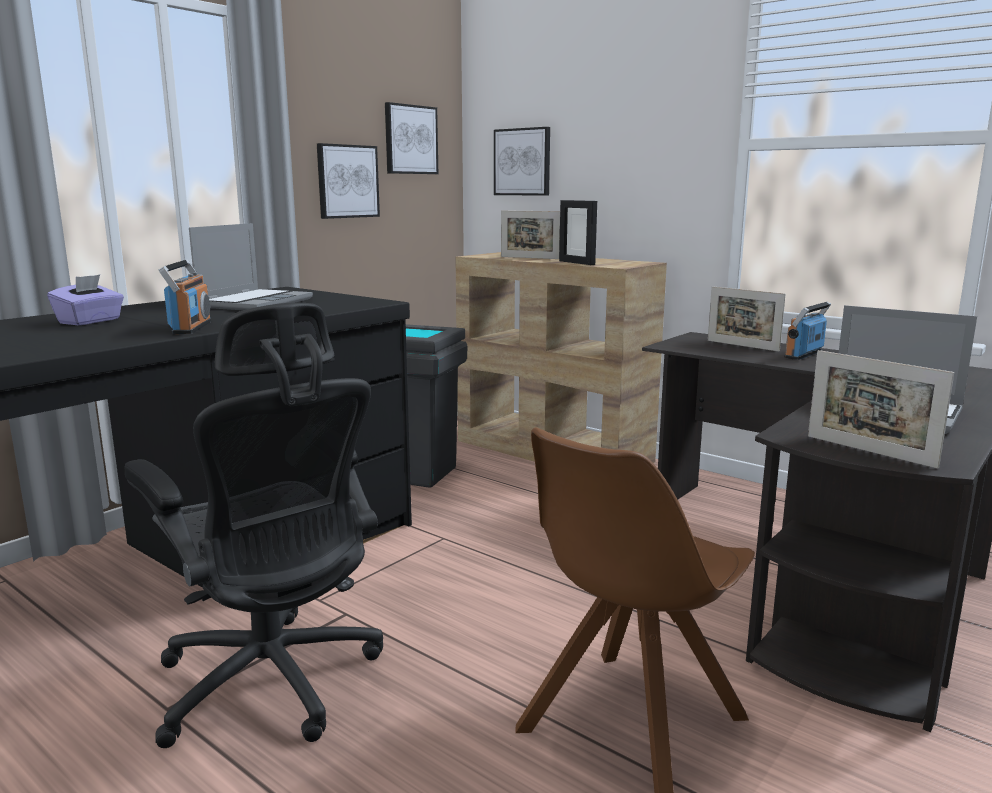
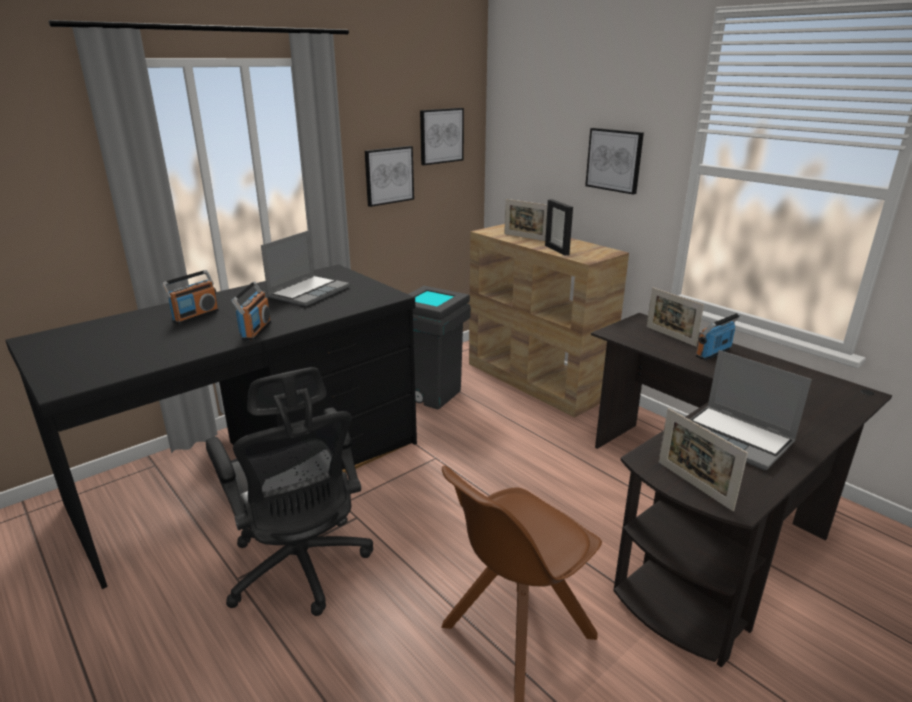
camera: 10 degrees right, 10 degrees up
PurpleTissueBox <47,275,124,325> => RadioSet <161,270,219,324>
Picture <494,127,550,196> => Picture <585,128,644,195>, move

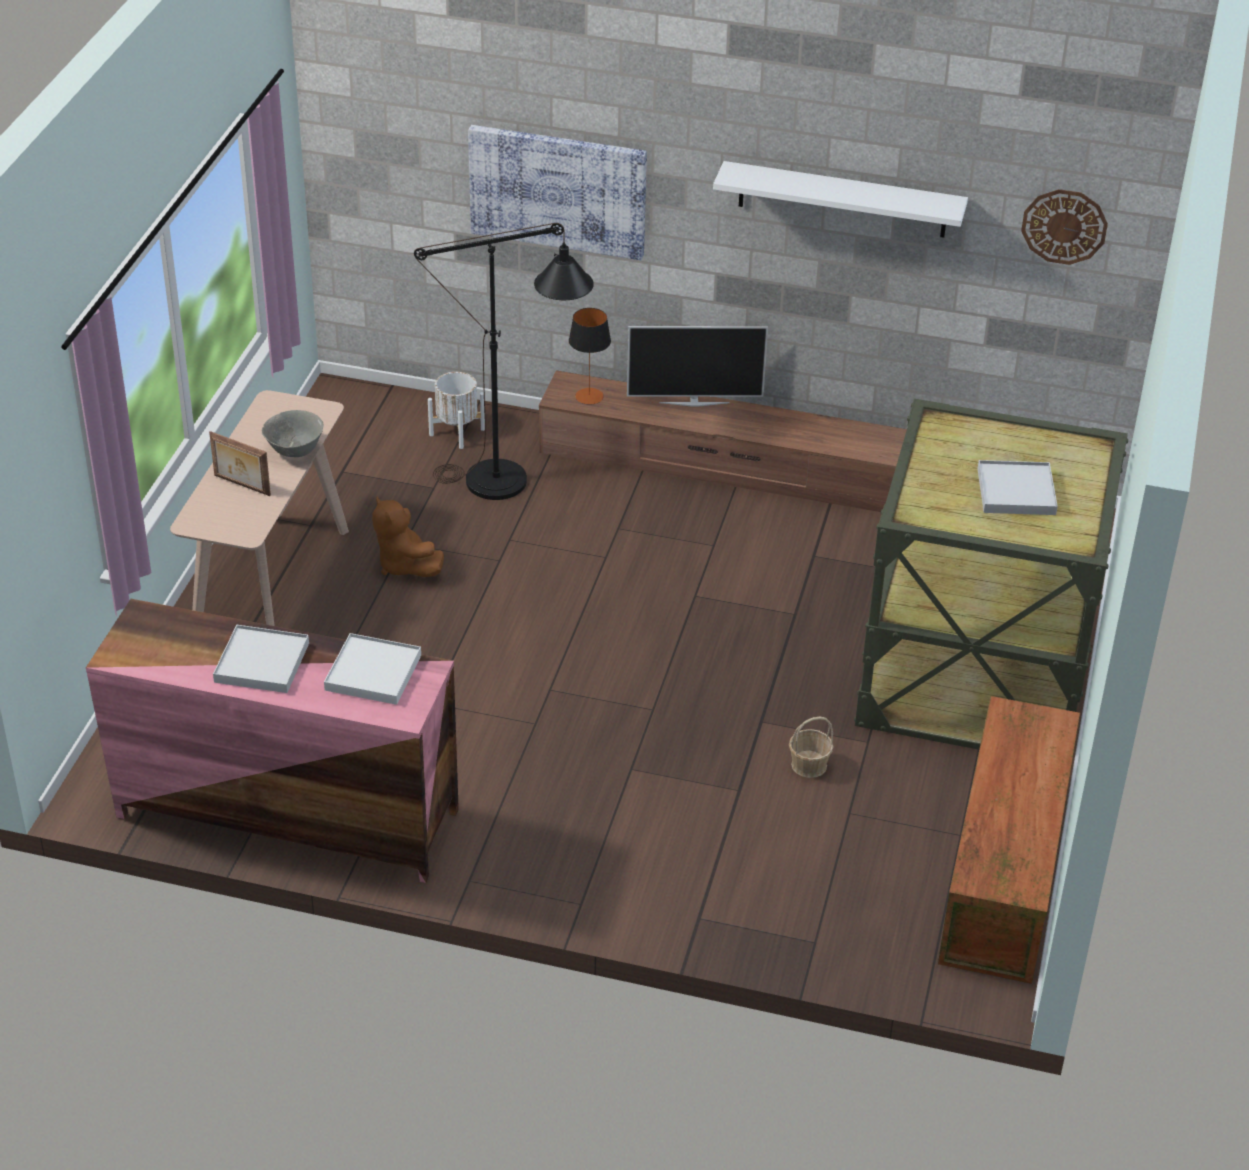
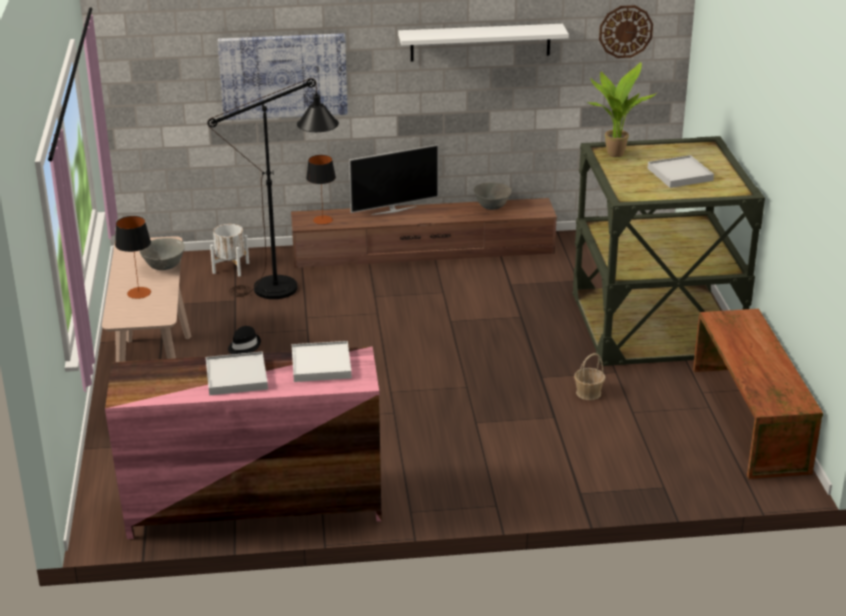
camera: 20 degrees left, 10 degrees down
PictureFrame <209,431,271,496> => TabletopLamp <115,216,151,299>
BrownSoftToy <372,497,444,577> => BlackishHat <228,326,261,354>
nothing => GreyServingBowl <474,182,512,210>
nothing => PlantInAPot <586,62,657,157>

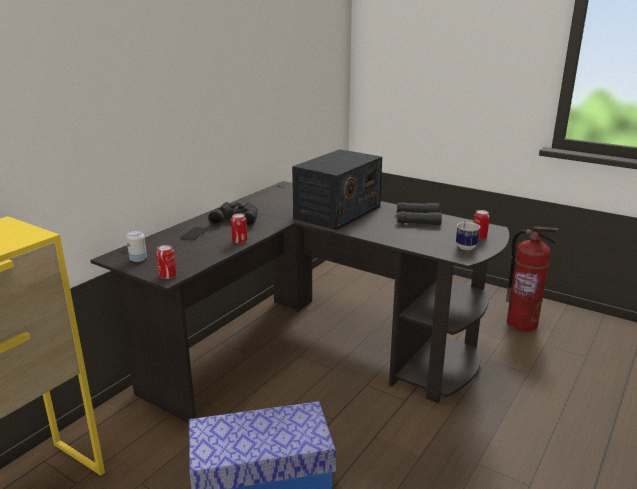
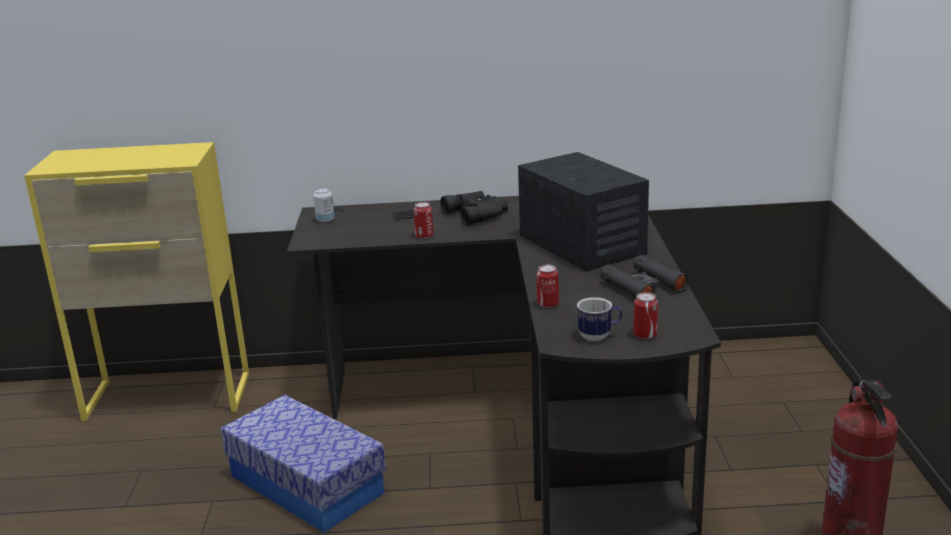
camera: 55 degrees right, 0 degrees up
SealedCan <156,245,177,279> => SealedCan <537,265,559,308>, move
RadioSet <292,149,382,230> => RadioSet <518,152,649,272>, 120 degrees counterclockwise

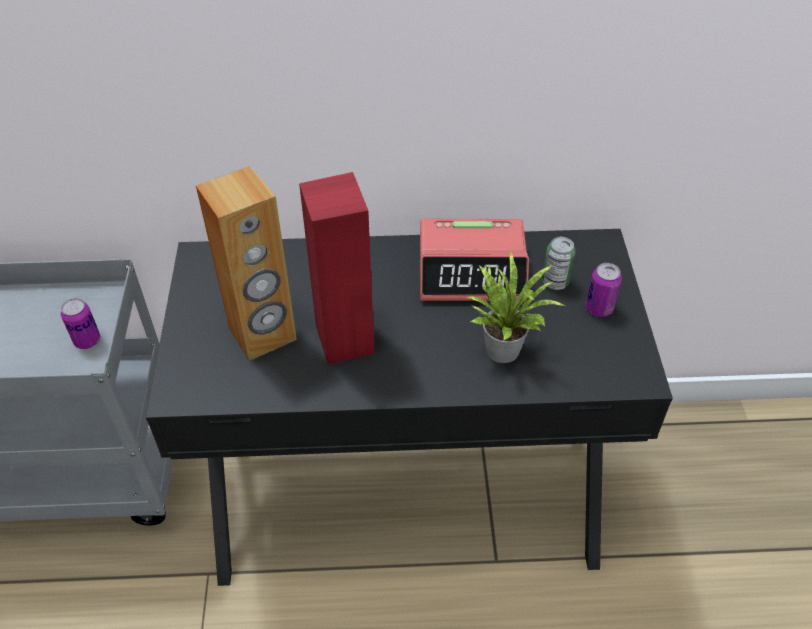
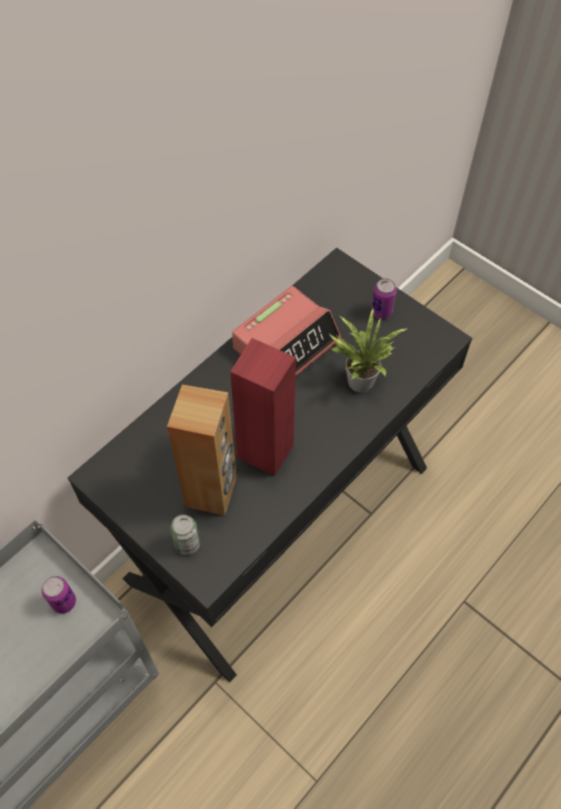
camera: 45 degrees left, 10 degrees up
SealedCan <542,237,576,290> => SealedCan <170,515,200,555>, move

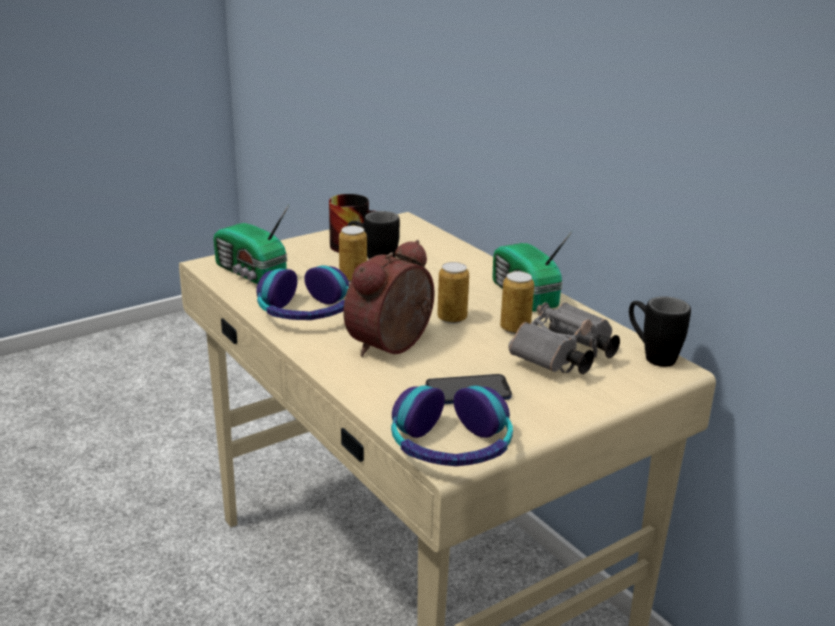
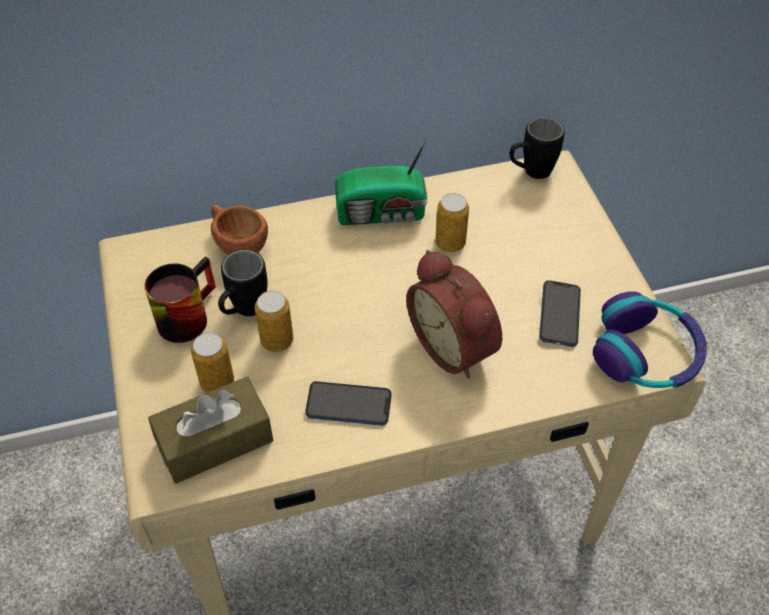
camera: 70 degrees left, 25 degrees up
RadioSet <213,205,289,284> => BrownTissueBox <148,377,273,484>
Headset <256,265,349,320> => Telephone <305,381,392,426>
SealedCan <437,262,469,324> => SealedCan <191,332,234,392>, move
GreyPairOfBinoculars <509,302,620,374> => nothing
nothing => BrownCup <211,205,268,255>

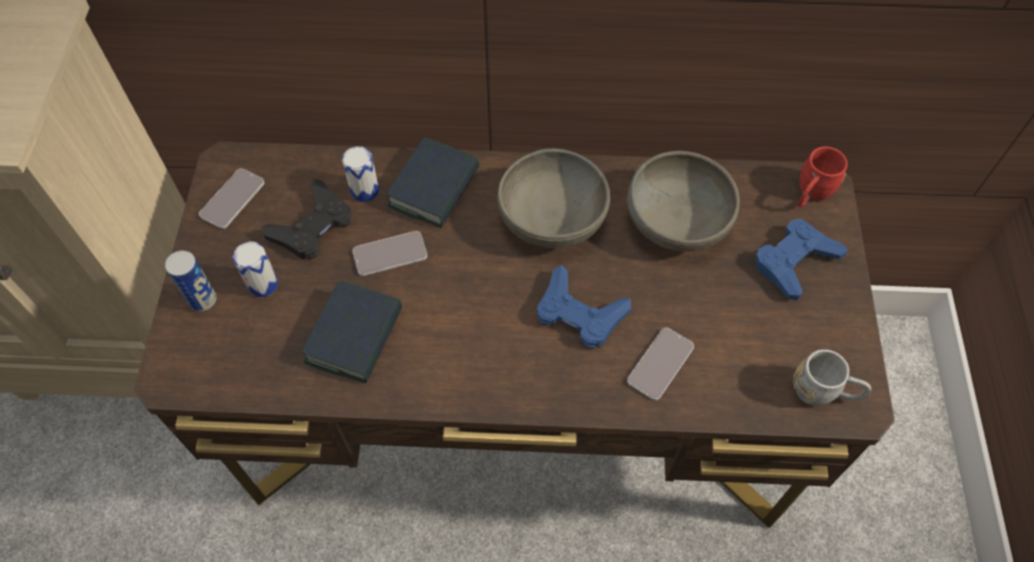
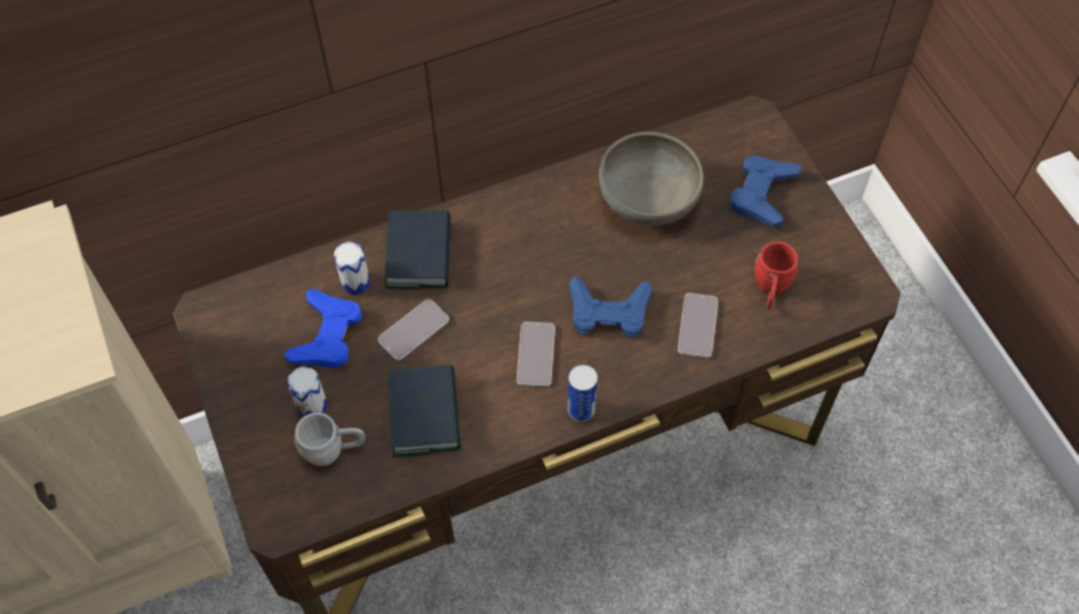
camera: 25 degrees left, 0 degrees up
SealedCan <165,250,217,312> => SealedCan <568,365,598,422>, move
Telephone <199,168,265,229> => Telephone <517,322,555,387>, move
BlackishGamepad <261,179,352,260> => BlueGamepad <284,289,362,369>
GreyServingBowl <497,148,610,248> => nothing
GreyTeaMug <793,349,871,406> => GreyTeaMug <294,412,365,466>, move
RedColouredTeaMug <798,146,848,208> => RedColouredTeaMug <755,242,798,309>, move

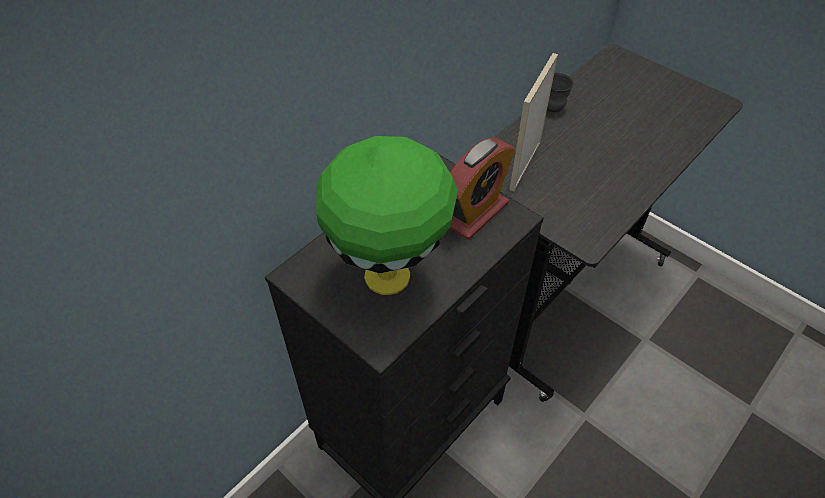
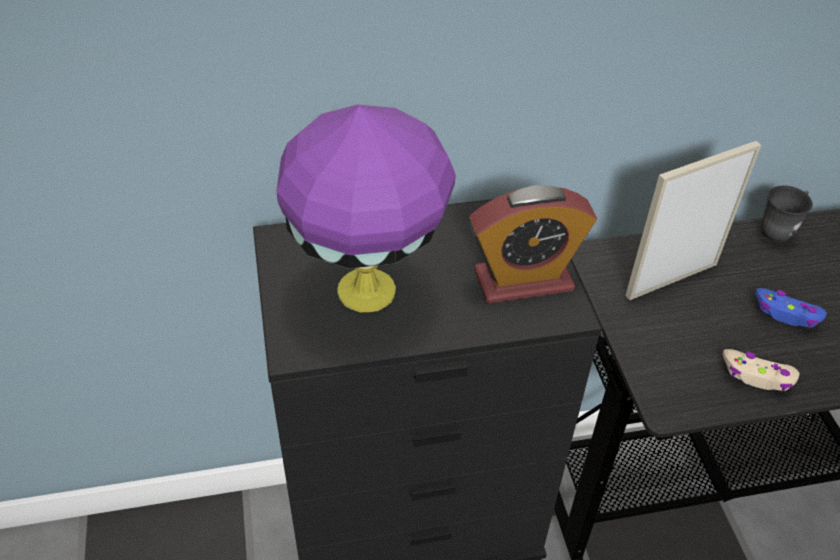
camera: 35 degrees right, 5 degrees down
GreenTabletopLamp <317,136,458,295> => PurpleTabletopLamp <277,105,456,312>
nothing => SandColouredGamepad <723,349,800,391>
nothing => BlueGamepad <755,288,827,327>

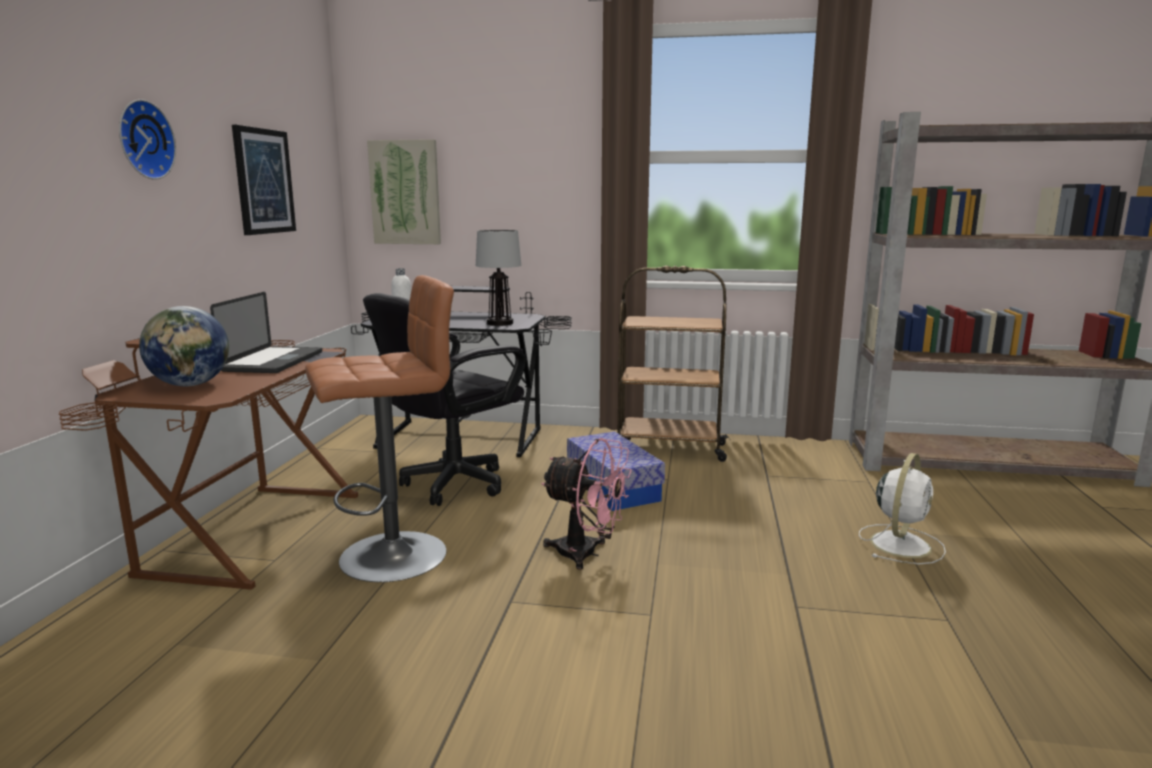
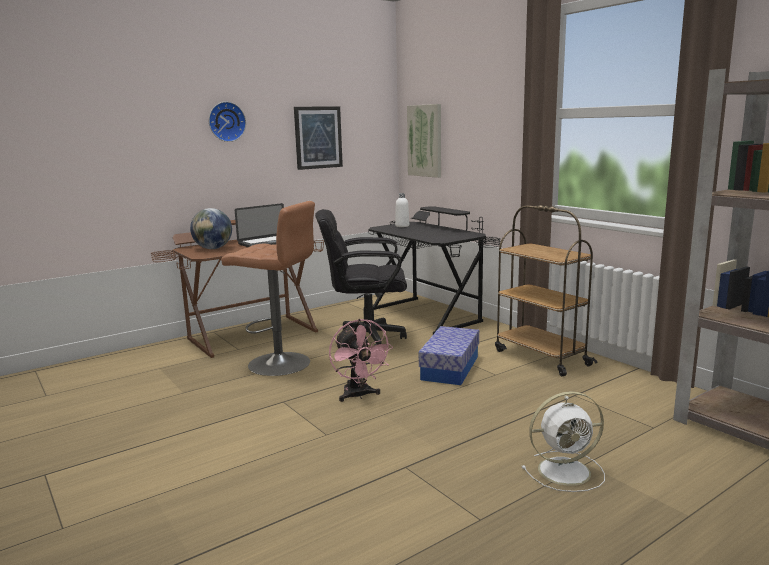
camera: 45 degrees right, 0 degrees up
TabletopLamp <476,230,521,326> => nothing

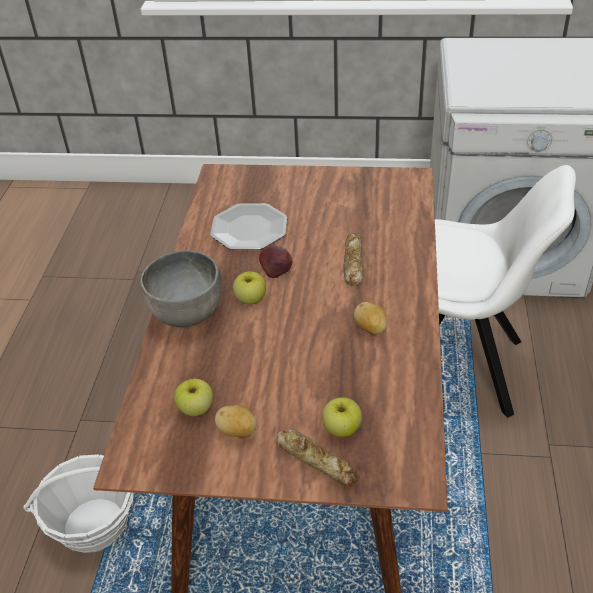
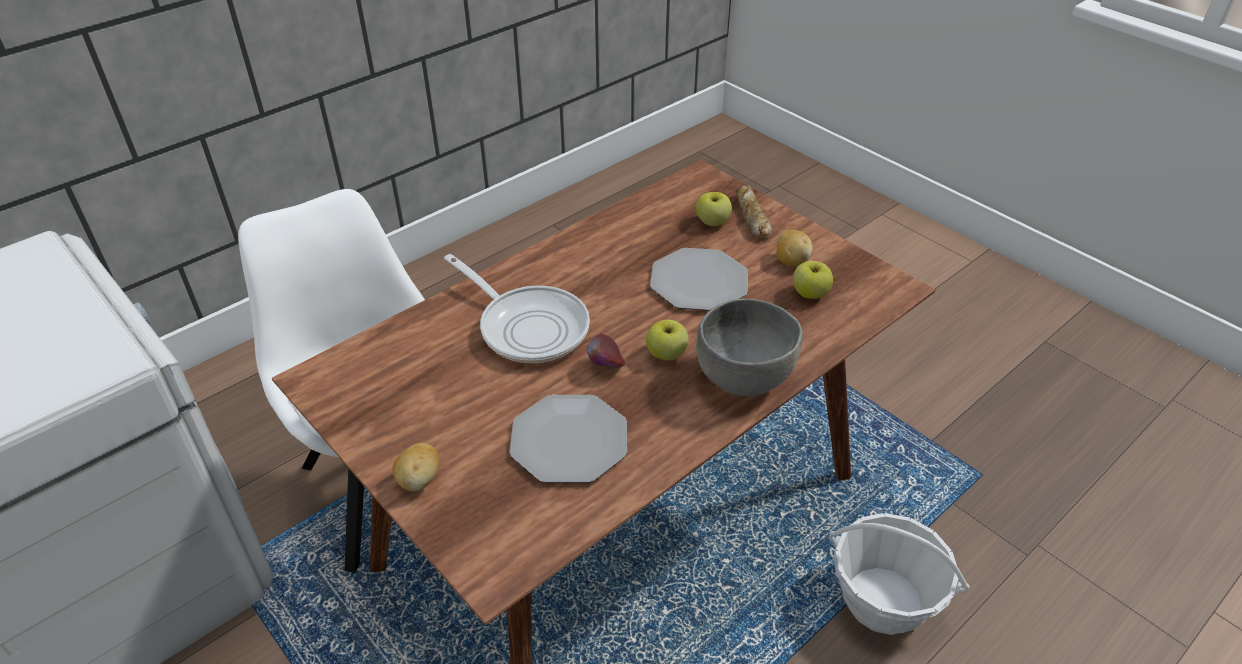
camera: 140 degrees left, 0 degrees up
BakedBread <343,233,364,286> => FryingPan <444,254,590,363>
Spud <354,302,387,335> => Spud <392,443,439,492>, move
nothing => DinnerPlate <650,248,748,311>

